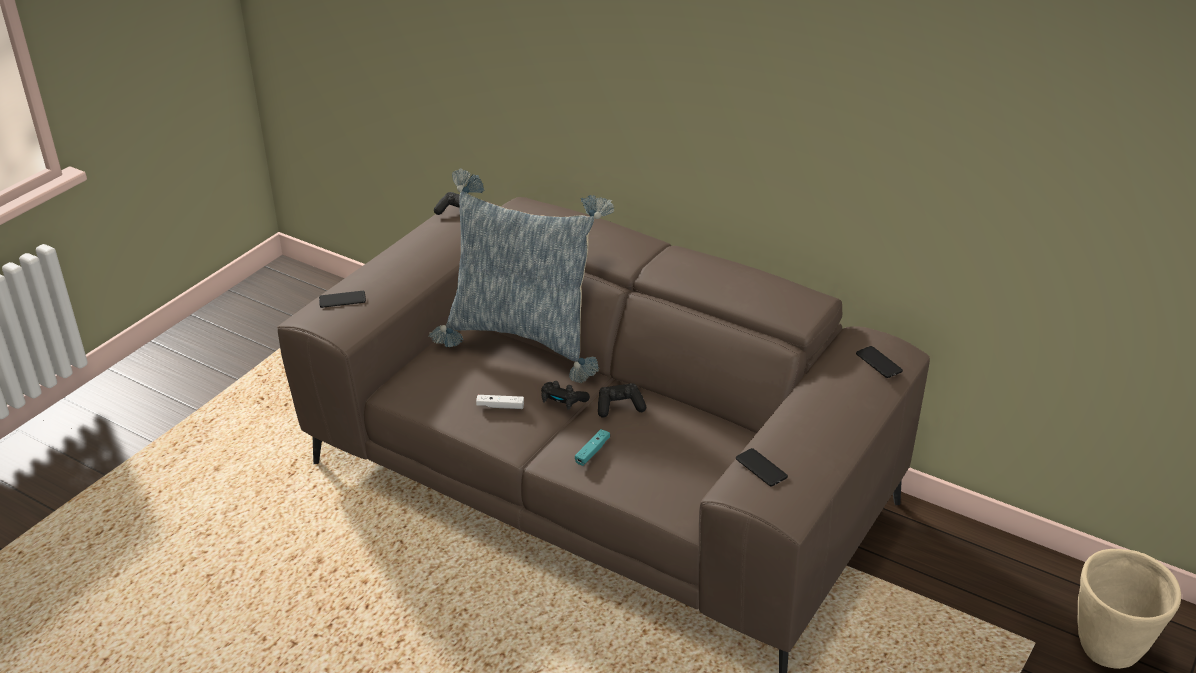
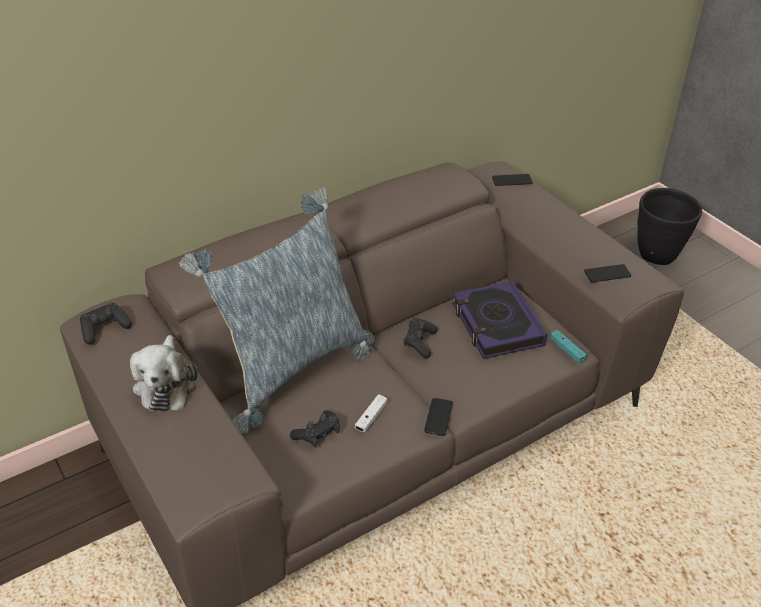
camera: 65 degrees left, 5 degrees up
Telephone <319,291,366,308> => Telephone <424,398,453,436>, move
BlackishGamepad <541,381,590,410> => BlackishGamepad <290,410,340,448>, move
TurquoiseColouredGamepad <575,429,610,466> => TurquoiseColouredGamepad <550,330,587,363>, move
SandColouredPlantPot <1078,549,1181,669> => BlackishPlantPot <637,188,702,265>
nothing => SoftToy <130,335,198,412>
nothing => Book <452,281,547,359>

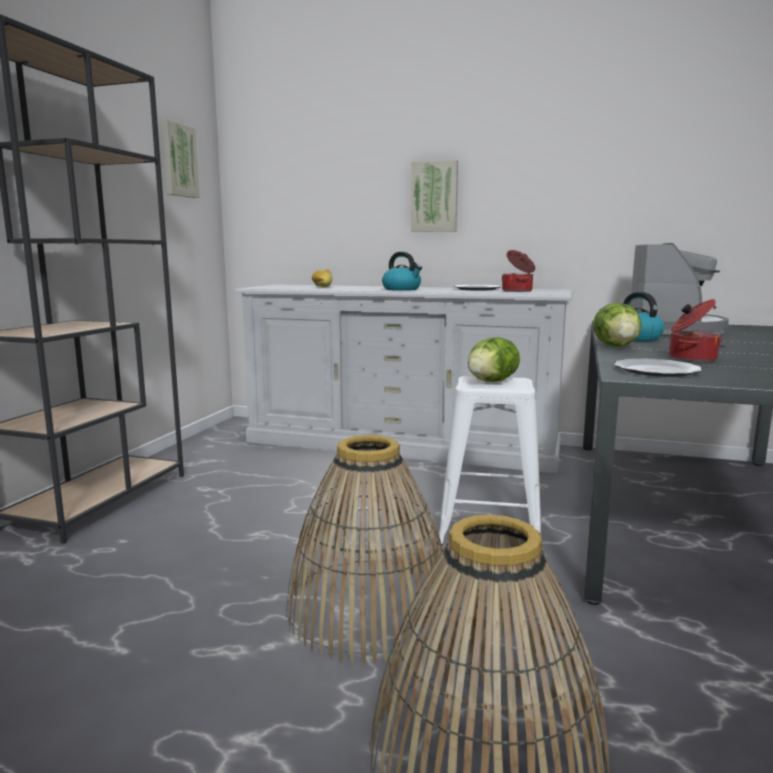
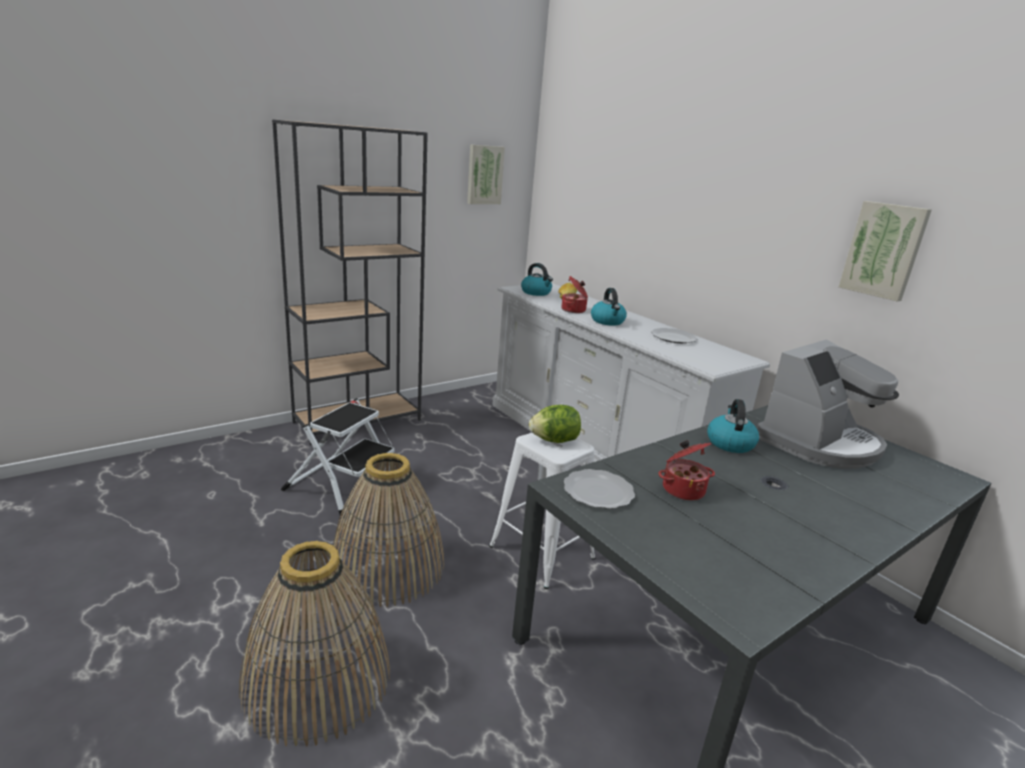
camera: 35 degrees right, 10 degrees up
Picture <411,160,458,232> => Picture <839,201,932,302>, move
Saucepot <502,250,535,292> => Saucepot <561,276,588,313>, move
HeadOfLettuce <593,303,642,347> => nothing
nothing => Stepladder <280,398,394,518>
nothing => TeaKettle <521,263,553,296>

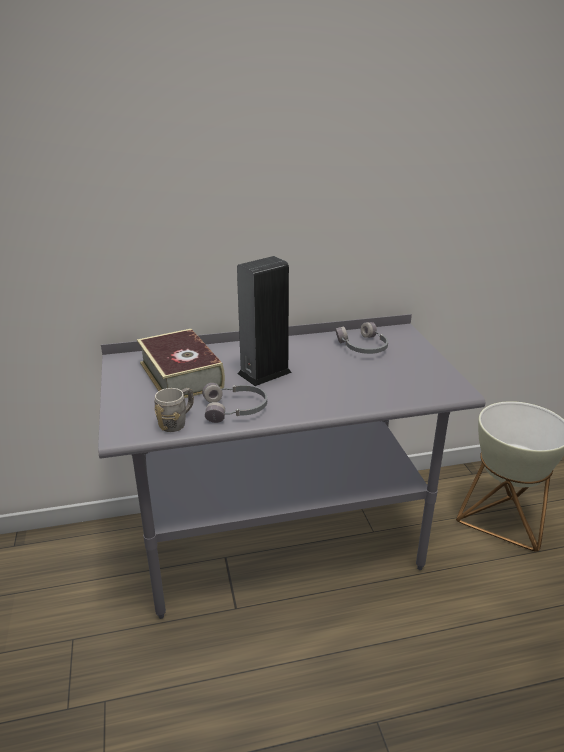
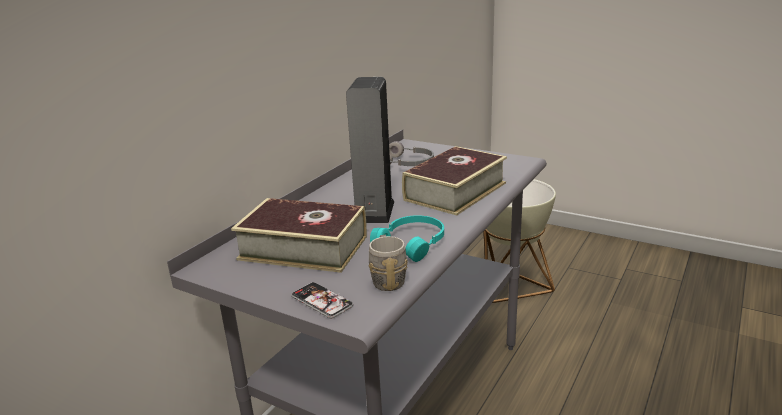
camera: 45 degrees left, 5 degrees down
GreyHeadset <202,383,267,423> => TurquoiseColouredHeadset <370,215,444,262>
nothing => Telephone <292,282,353,318>
nothing => Book <402,146,507,216>

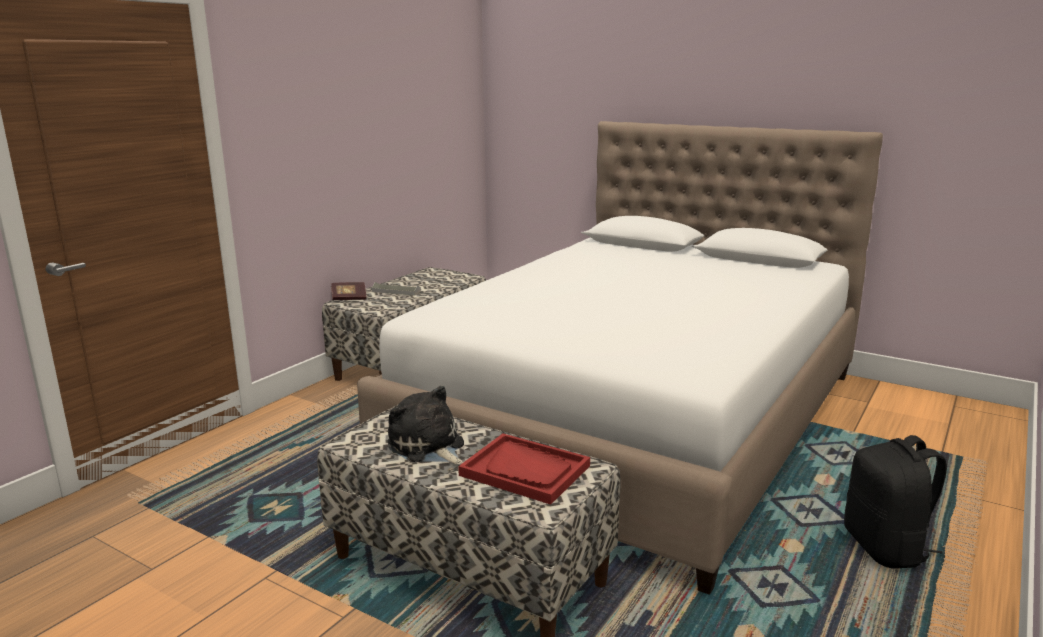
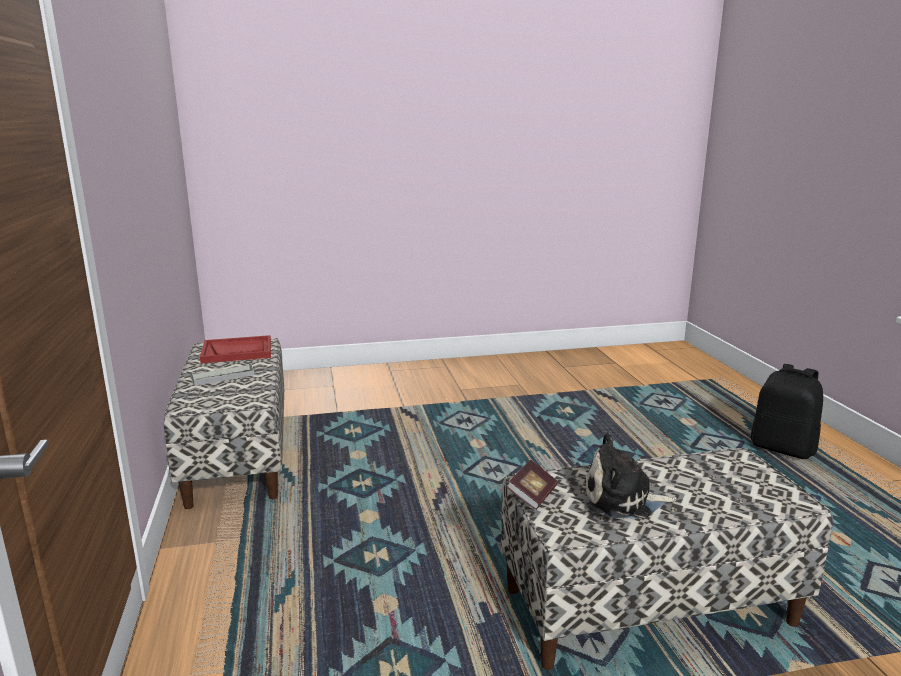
camera: 45 degrees left, 0 degrees up
Book <331,282,367,300> => Book <507,460,558,510>, move
WhiteColouredSleepingBed <357,121,883,595> => nothing
RedColouredServingTray <458,433,590,505> => RedColouredServingTray <200,335,271,363>, move

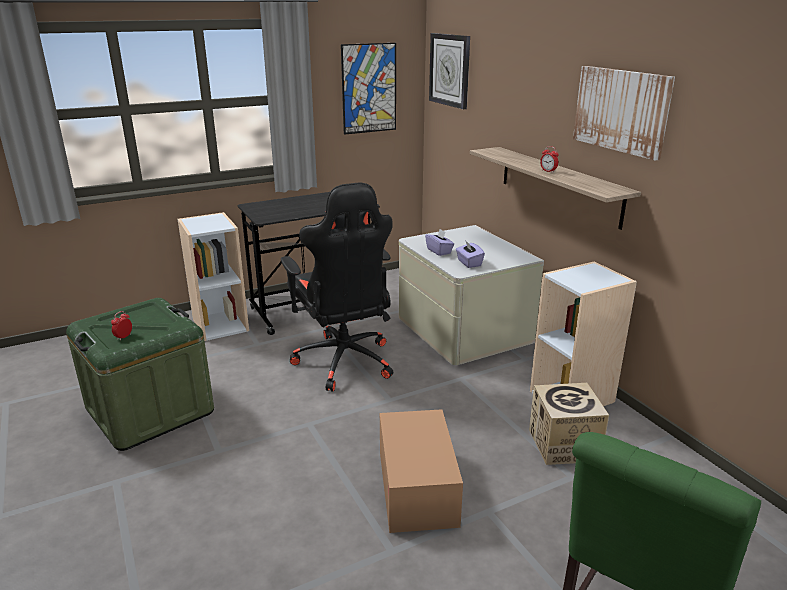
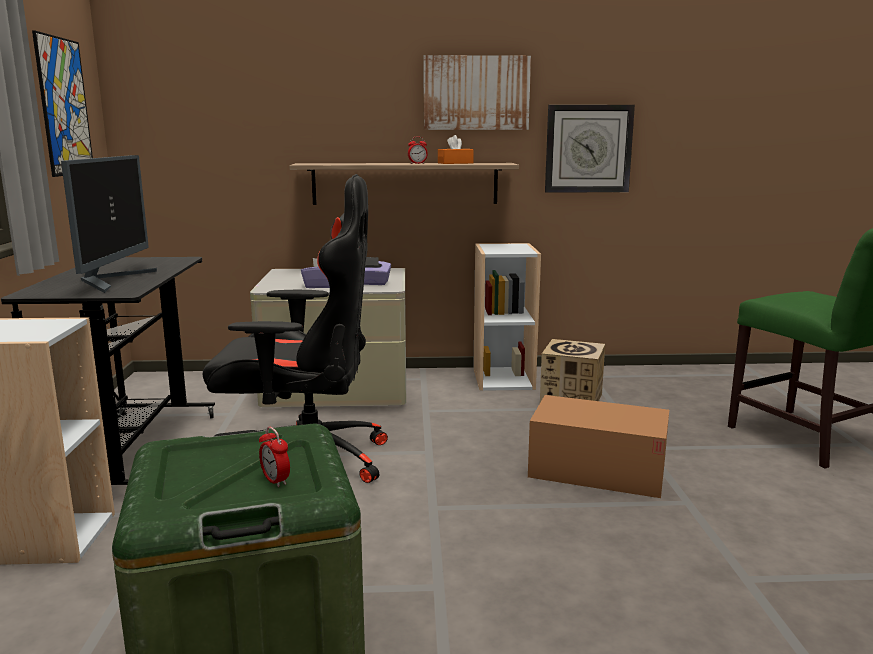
camera: 65 degrees left, 10 degrees down
HangingClock <429,33,470,109> => HangingClock <545,105,635,193>, move
nothing => Monitor <61,155,157,293>
nothing => OrangeColouredTissueBox <438,135,474,164>

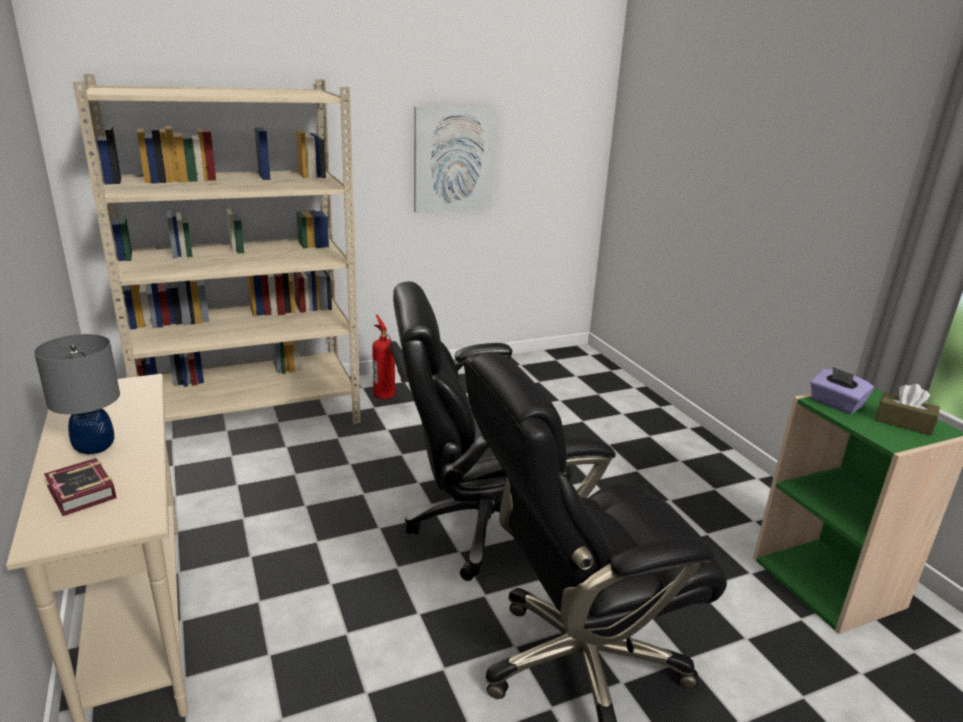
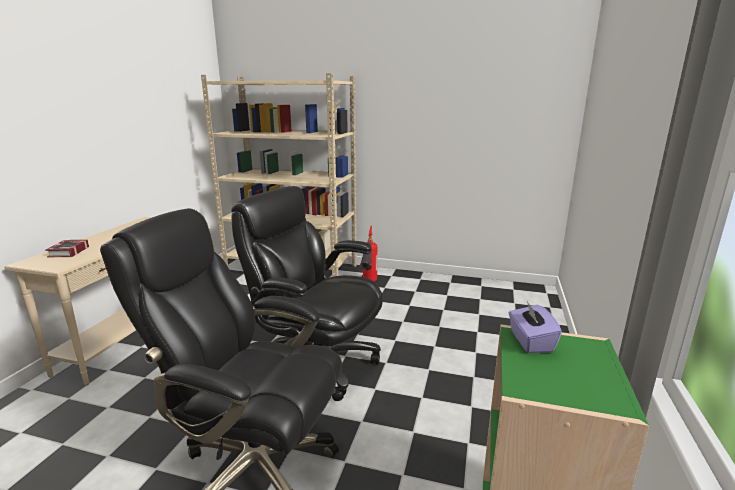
camera: 40 degrees right, 5 degrees down
GreyTabletopLamp <34,334,120,454> => nothing
Picture <414,107,497,213> => nothing
BrownTissueBox <875,384,940,436> => nothing

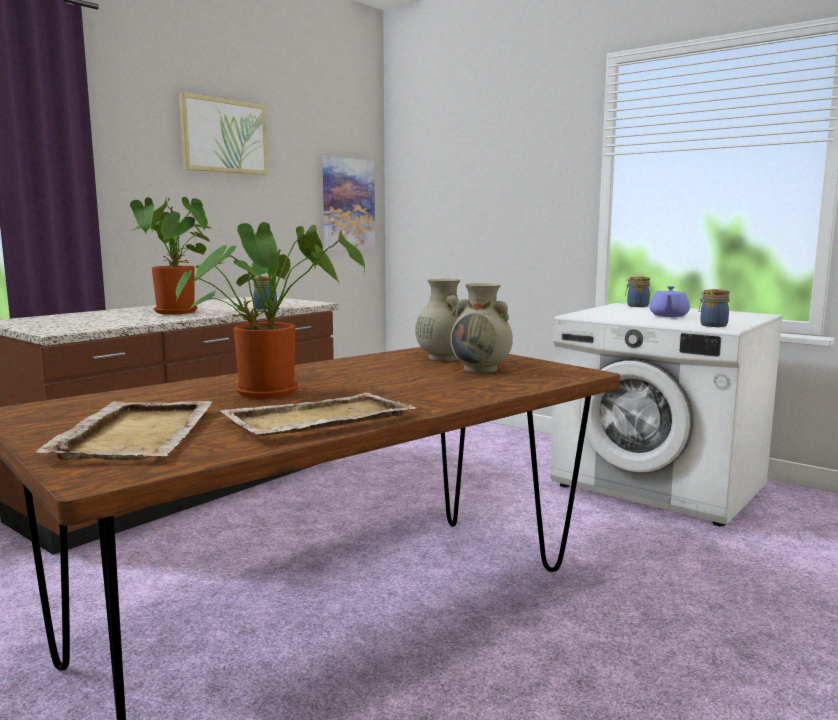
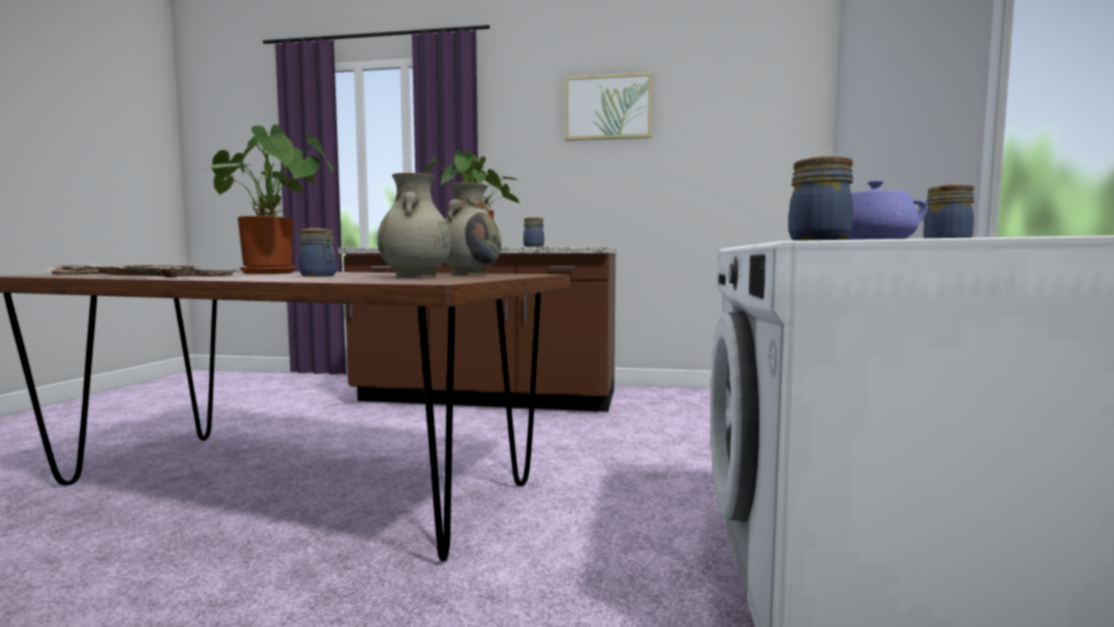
camera: 60 degrees right, 5 degrees down
Picture <322,156,375,251> => nothing
nothing => PreserveJar <299,228,336,276>

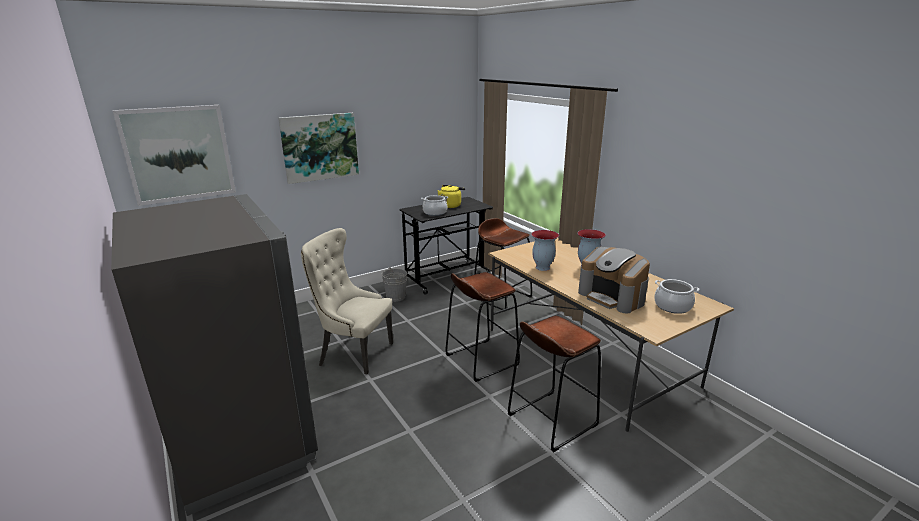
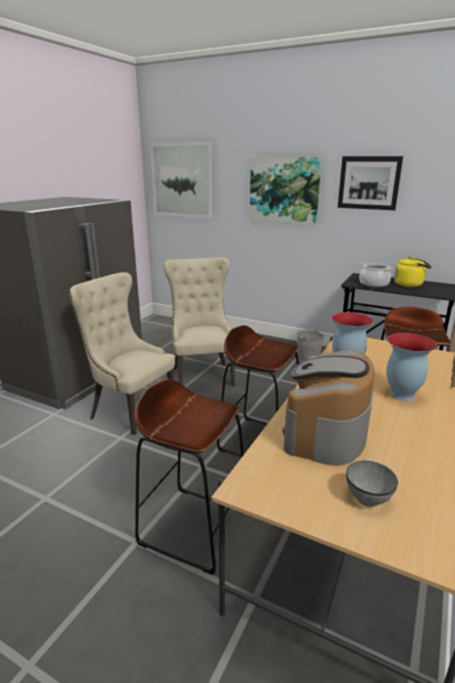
camera: 60 degrees right, 0 degrees up
Saucepot <654,279,699,314> => GreyServingBowl <346,461,398,507>
nothing => SandColouredChair <69,272,175,435>
nothing => Picture <338,156,403,210>

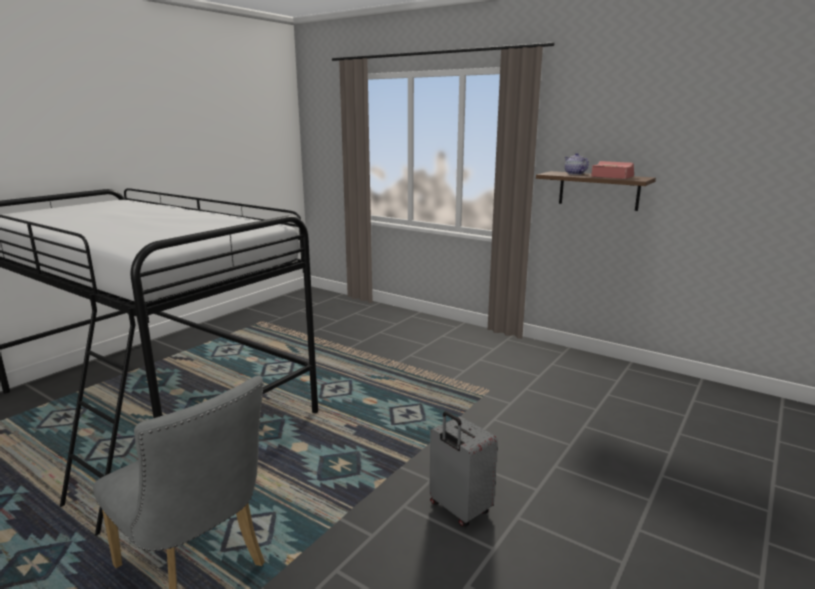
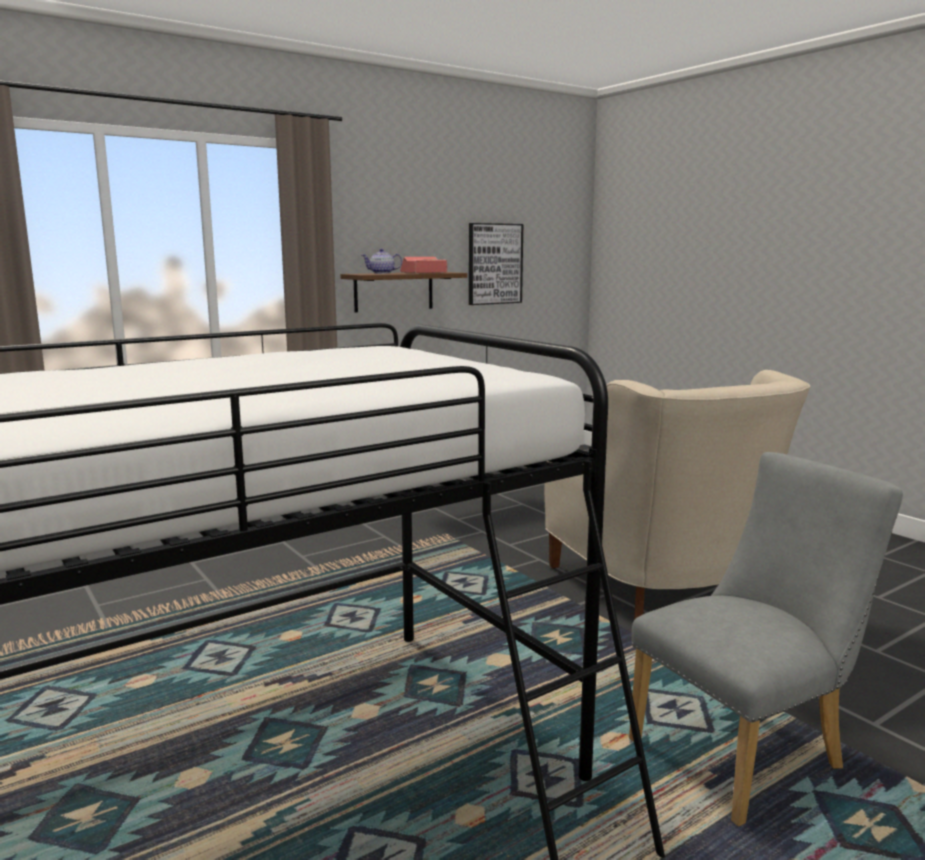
camera: 70 degrees left, 5 degrees down
GreySuitcase <429,411,498,527> => SandColouredArmchair <544,370,810,620>
nothing => Picture <469,223,523,305>

